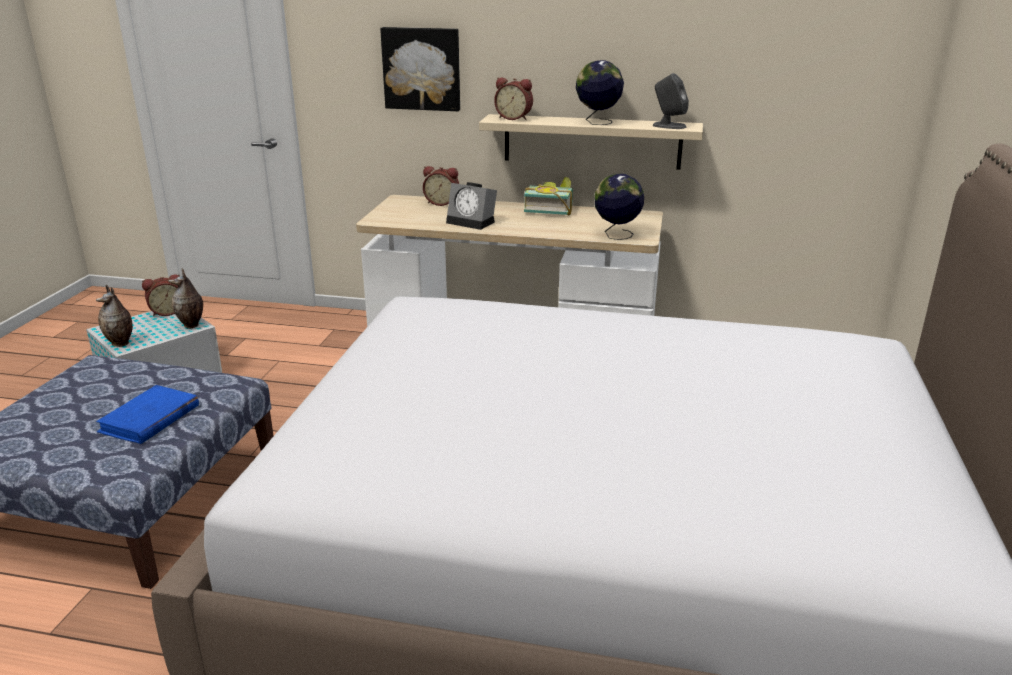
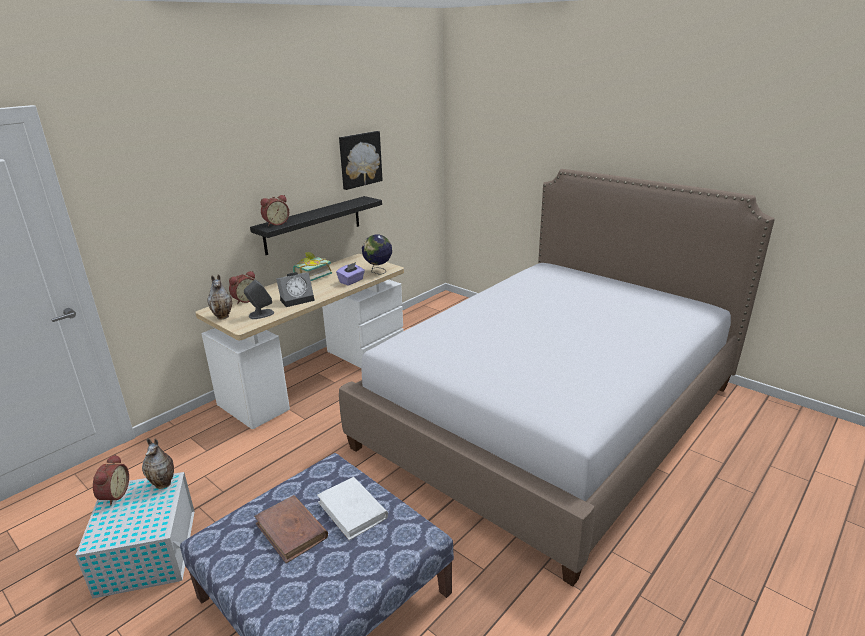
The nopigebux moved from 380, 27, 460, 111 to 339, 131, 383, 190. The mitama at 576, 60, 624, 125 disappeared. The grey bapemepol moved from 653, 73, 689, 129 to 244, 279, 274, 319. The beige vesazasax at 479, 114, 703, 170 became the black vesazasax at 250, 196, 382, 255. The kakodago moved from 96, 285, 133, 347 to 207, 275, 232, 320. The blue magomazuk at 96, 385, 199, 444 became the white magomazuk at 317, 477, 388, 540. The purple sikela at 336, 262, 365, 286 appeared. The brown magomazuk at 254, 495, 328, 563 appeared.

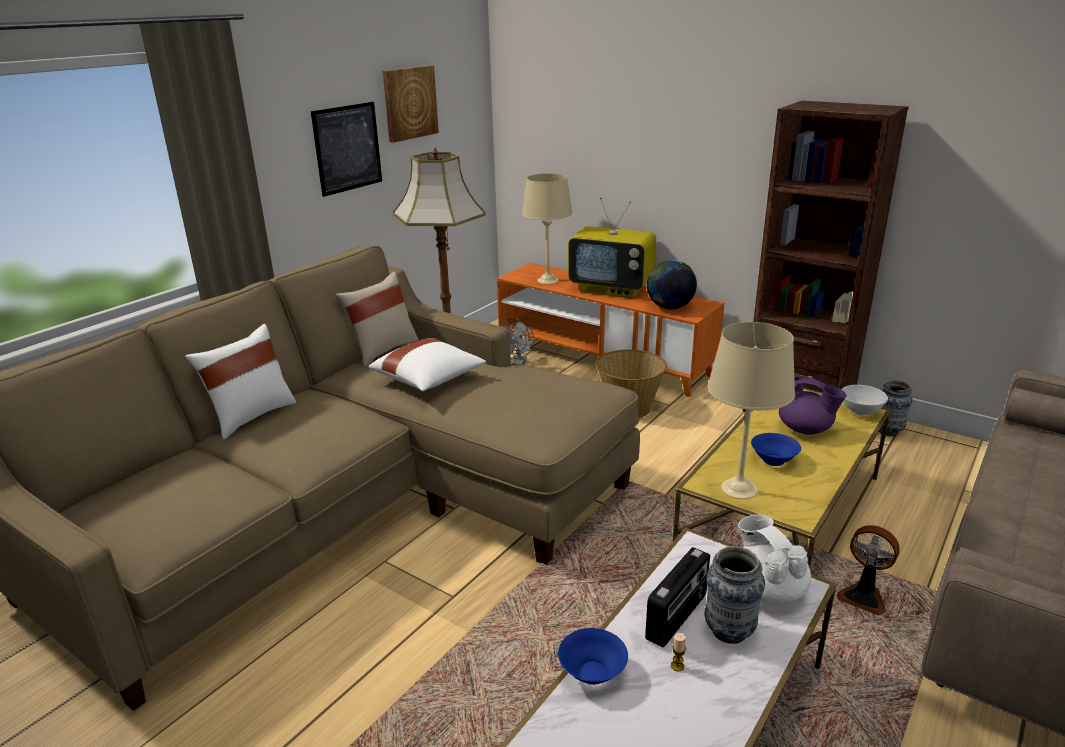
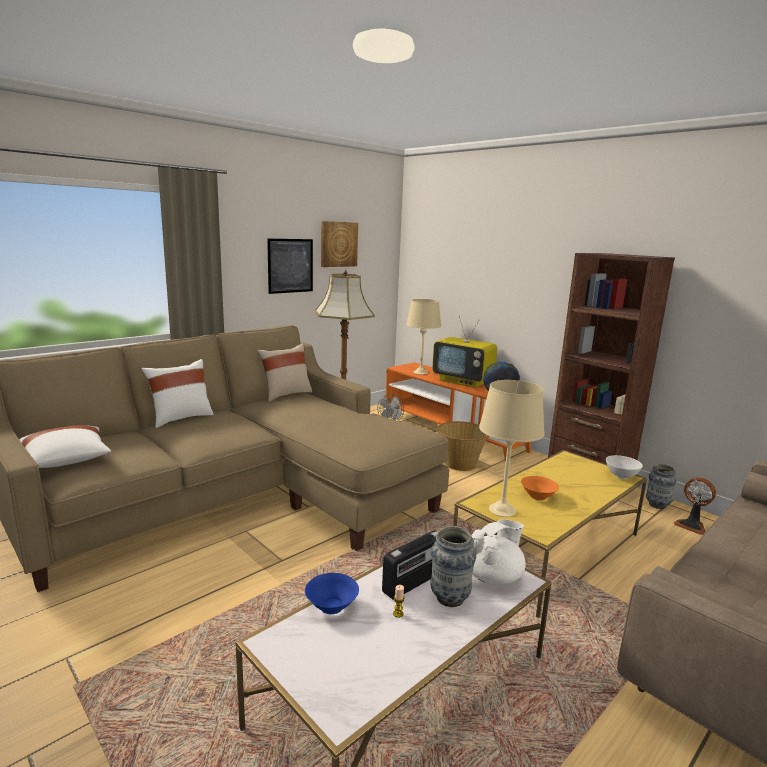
The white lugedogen moved from 368, 338, 486, 392 to 19, 425, 111, 468. The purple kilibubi at 779, 378, 847, 435 disappeared. The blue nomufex at 751, 433, 801, 466 became the orange nomufex at 521, 476, 559, 501. The white kilibubi at 738, 515, 811, 605 turned 60 degrees clockwise. The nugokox moved from 837, 525, 900, 615 to 673, 477, 716, 535.

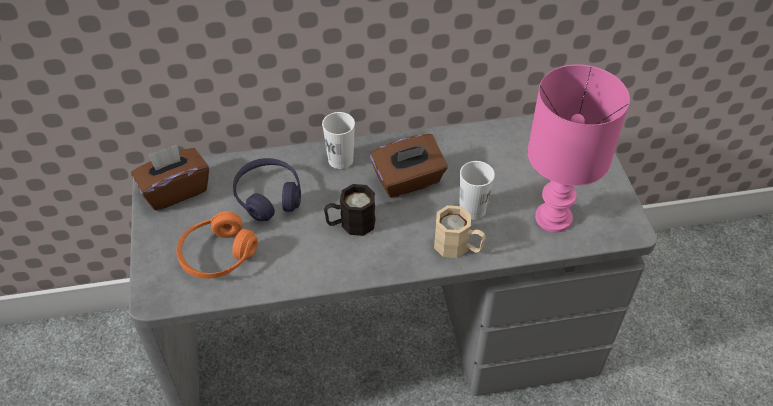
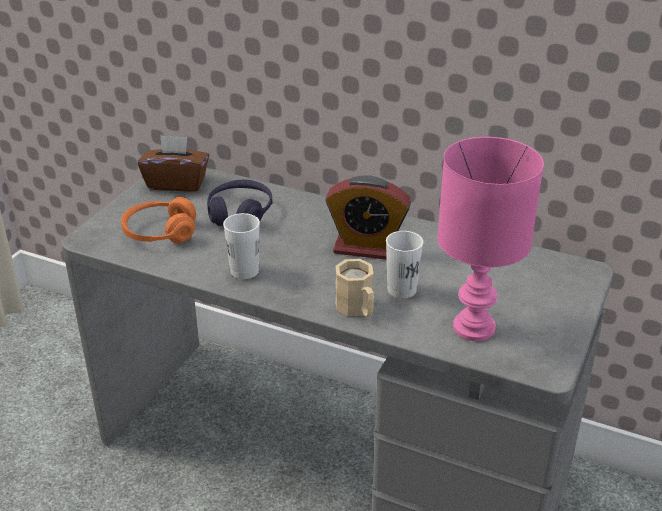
The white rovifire moved from 322, 112, 355, 169 to 223, 213, 260, 279. The brown sikela at 370, 134, 448, 198 was replaced by the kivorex at 325, 175, 411, 260. The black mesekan at 324, 184, 376, 236 disappeared.

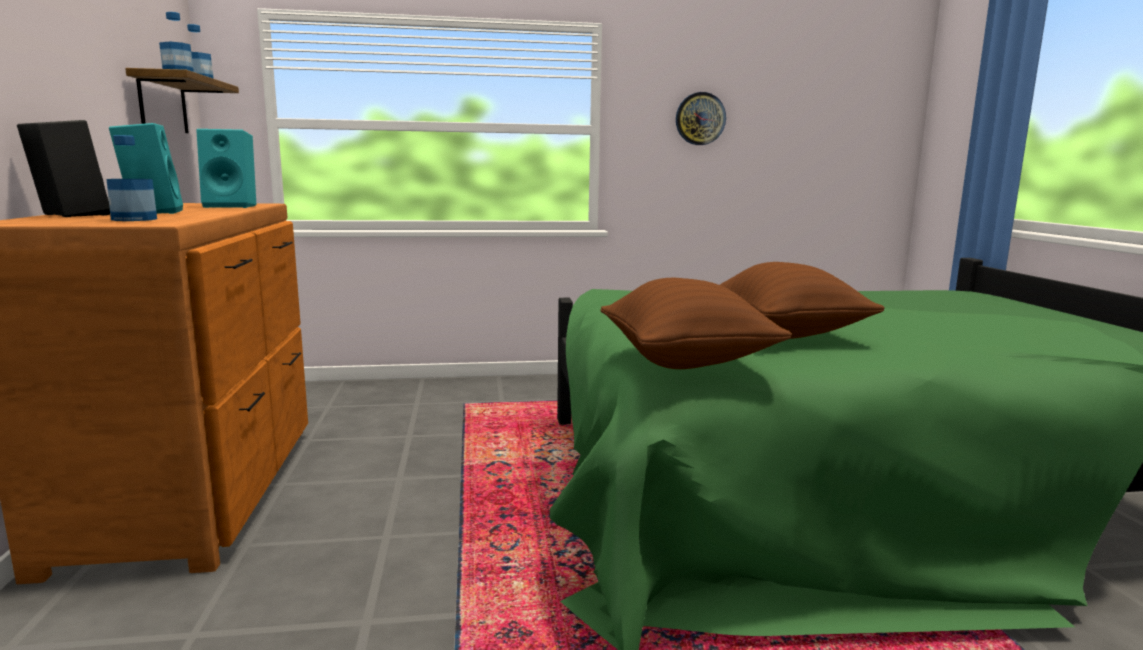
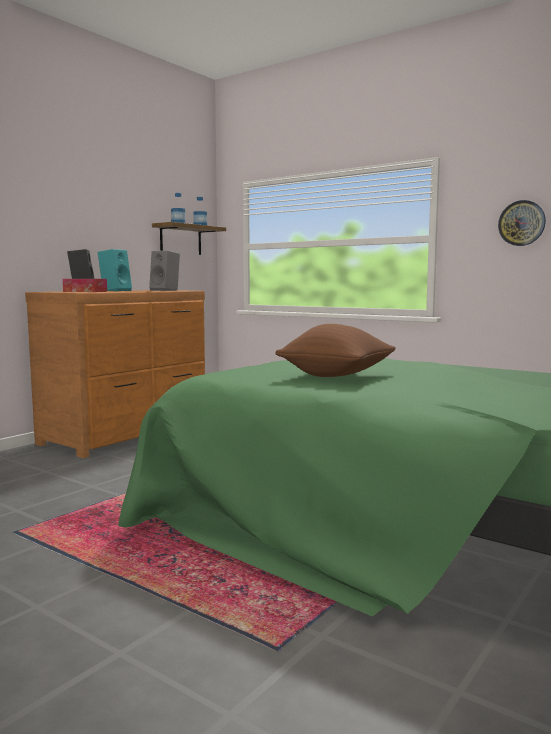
The turquoise bapemepol at 196, 129, 256, 208 became the grey bapemepol at 149, 251, 180, 291. The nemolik at 107, 135, 157, 221 was replaced by the sikela at 62, 279, 107, 292. The brown lugedogen at 600, 278, 792, 369 disappeared.

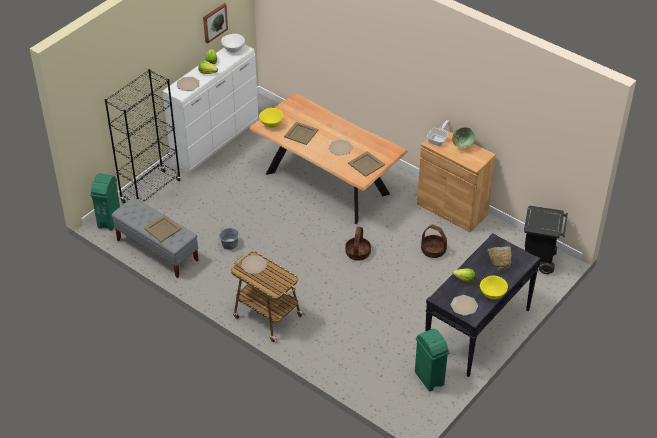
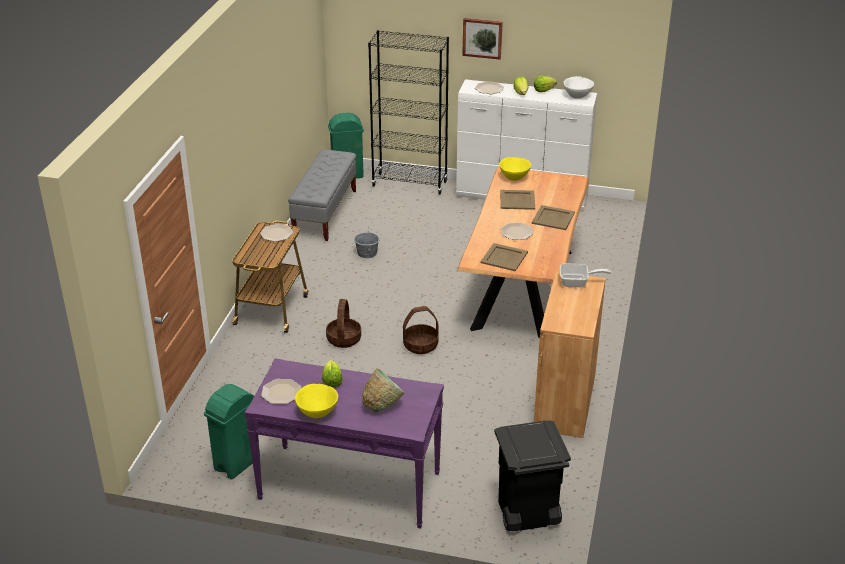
The nopigebux moved from 203, 3, 228, 44 to 462, 18, 503, 59. The green nomufex at 452, 127, 475, 148 disappeared. The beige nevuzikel moved from 144, 215, 182, 242 to 532, 205, 575, 230. The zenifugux moved from 421, 225, 447, 258 to 326, 299, 361, 348. The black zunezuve at 425, 233, 540, 377 became the purple zunezuve at 245, 358, 444, 529.

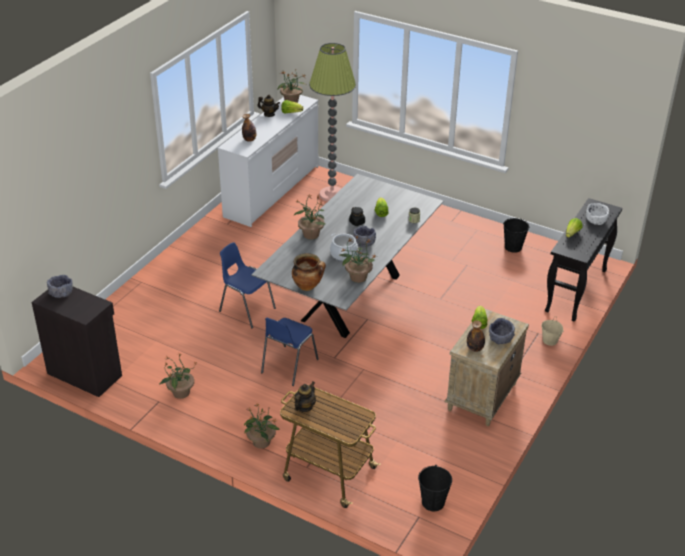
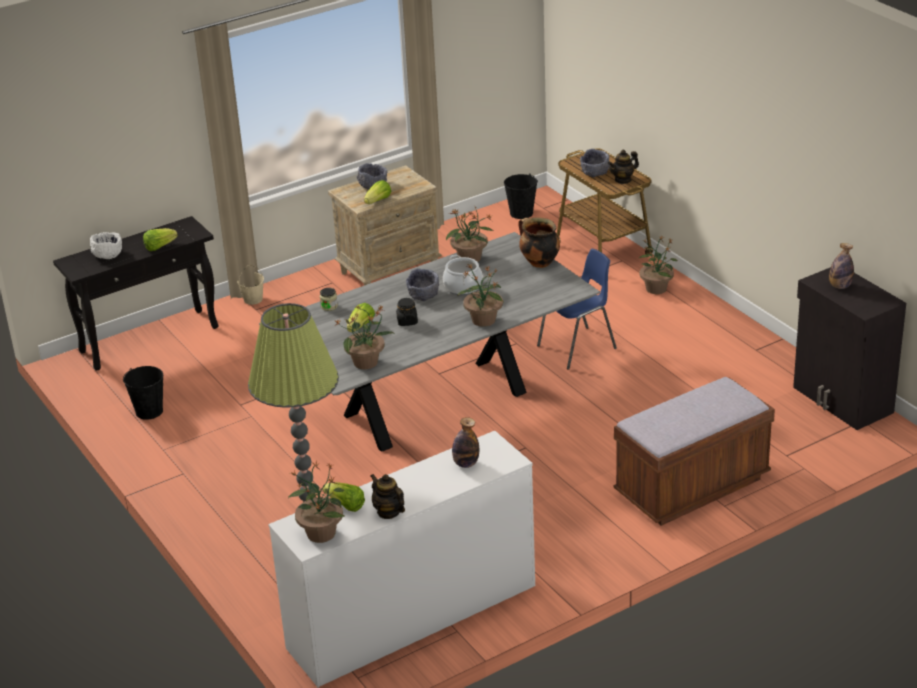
The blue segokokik at 219, 242, 276, 328 disappeared. The grey nomufex moved from 47, 275, 73, 298 to 580, 149, 610, 177. The nemolik moved from 467, 320, 485, 352 to 829, 243, 854, 289. The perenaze moved from 160, 354, 196, 399 to 334, 304, 395, 369. The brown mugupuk at 614, 377, 775, 526 appeared.

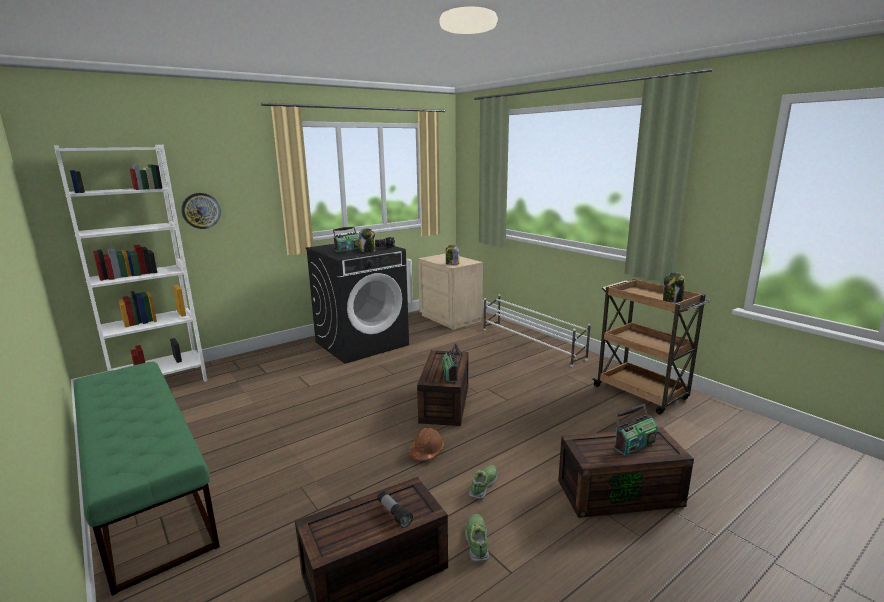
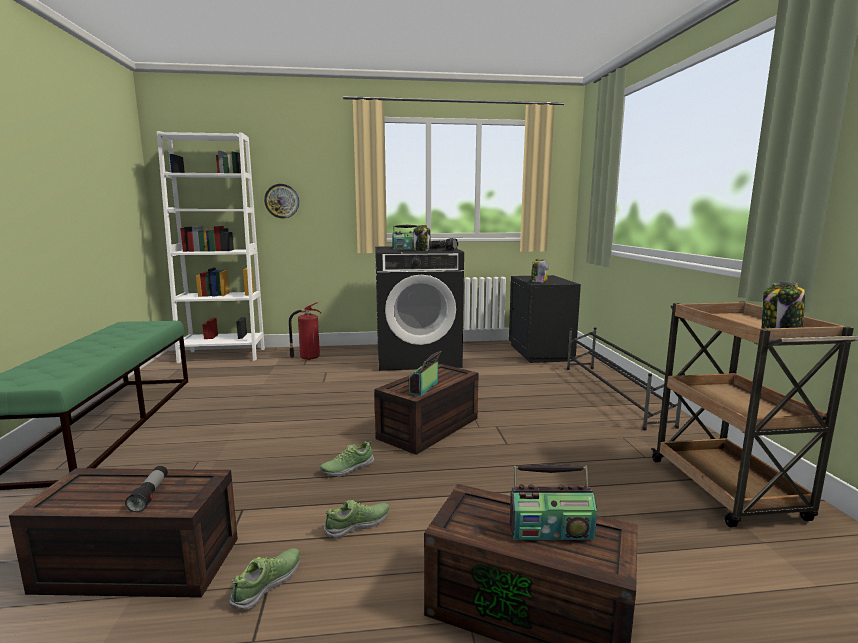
The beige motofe at 418, 254, 483, 330 became the black motofe at 509, 275, 581, 363. The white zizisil at 483, 295, 591, 367 became the black zizisil at 567, 327, 685, 430. The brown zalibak at 410, 428, 444, 461 was replaced by the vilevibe at 320, 441, 374, 477. The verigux at 289, 302, 321, 360 appeared.

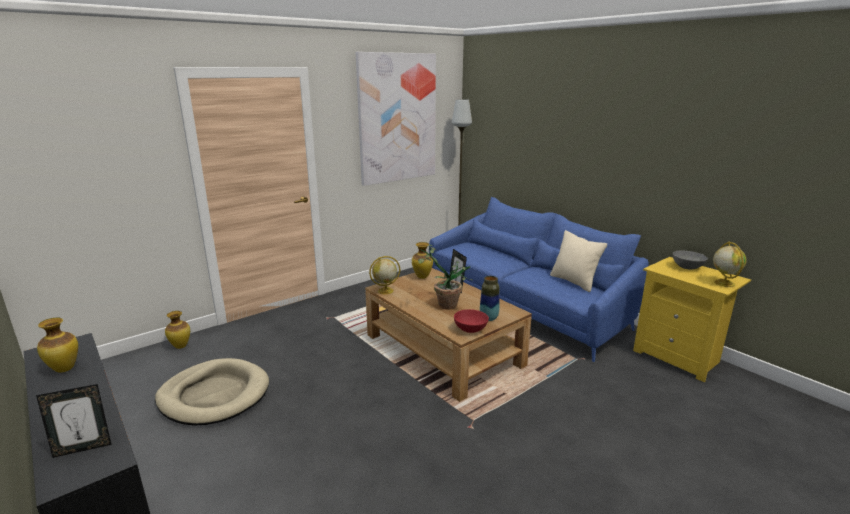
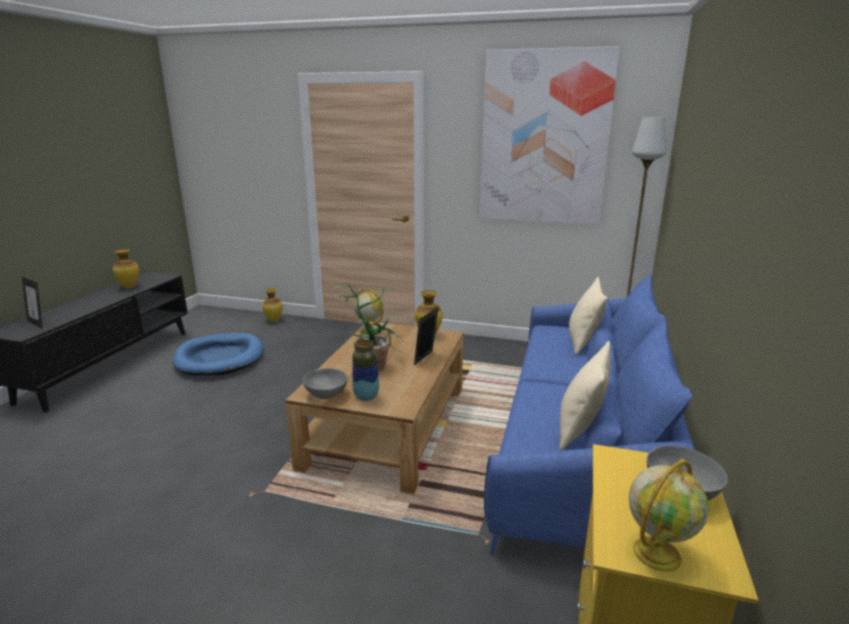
The red nomufex at 454, 309, 489, 333 became the grey nomufex at 302, 368, 348, 399. The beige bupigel at 155, 358, 269, 426 became the blue bupigel at 173, 333, 263, 376. The beige lugedogen at 569, 277, 607, 355 appeared.

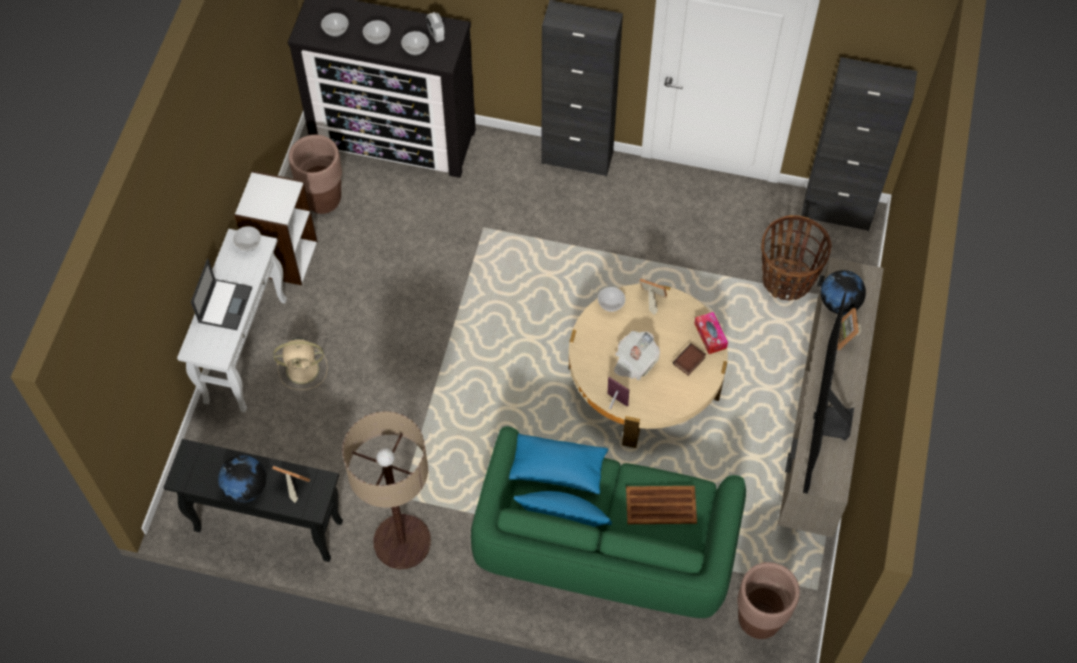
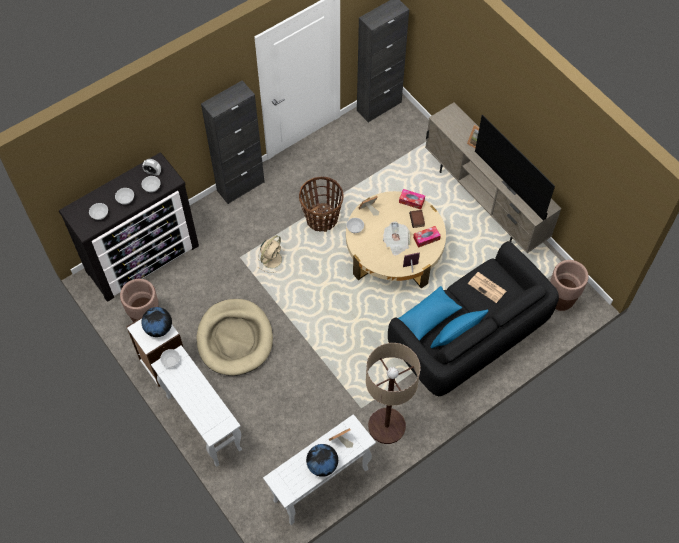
The zenifugux moved from 761, 215, 832, 300 to 299, 177, 343, 232. The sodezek at 191, 259, 252, 330 disappeared. The mitama moved from 821, 270, 866, 315 to 141, 307, 172, 337. The beige nugokox moved from 273, 338, 328, 390 to 258, 235, 282, 273. The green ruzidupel at 471, 426, 746, 618 became the black ruzidupel at 388, 241, 559, 396. The black zunezuve at 163, 439, 343, 562 became the white zunezuve at 263, 414, 376, 525. The brown nevuzikel at 626, 486, 697, 524 was replaced by the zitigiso at 468, 272, 506, 303. The sikela at 413, 226, 441, 248 appeared. The beige bupigel at 197, 299, 273, 376 appeared.

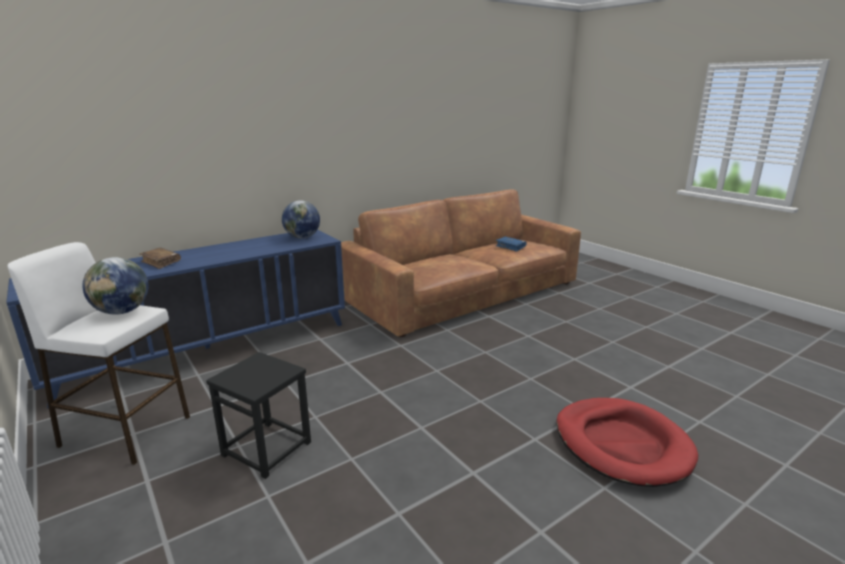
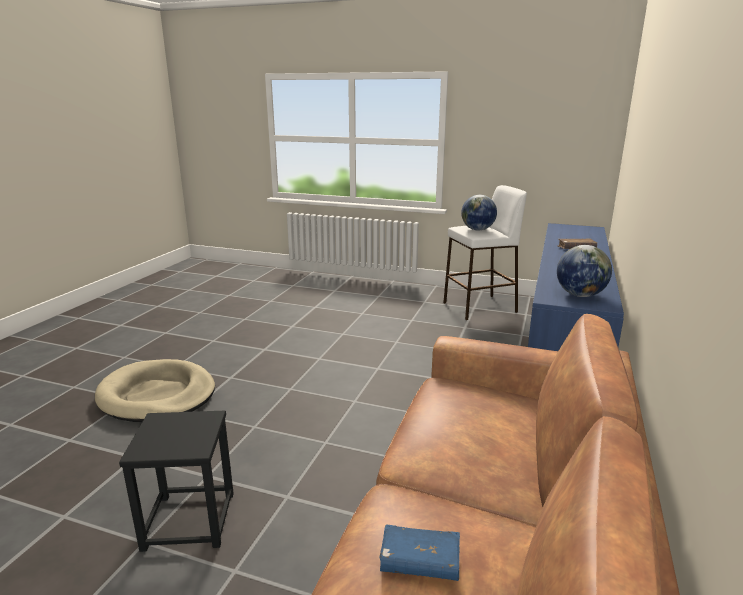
The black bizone moved from 206, 352, 311, 479 to 119, 411, 234, 552. The red bupigel at 556, 398, 698, 487 became the beige bupigel at 95, 359, 215, 422.

